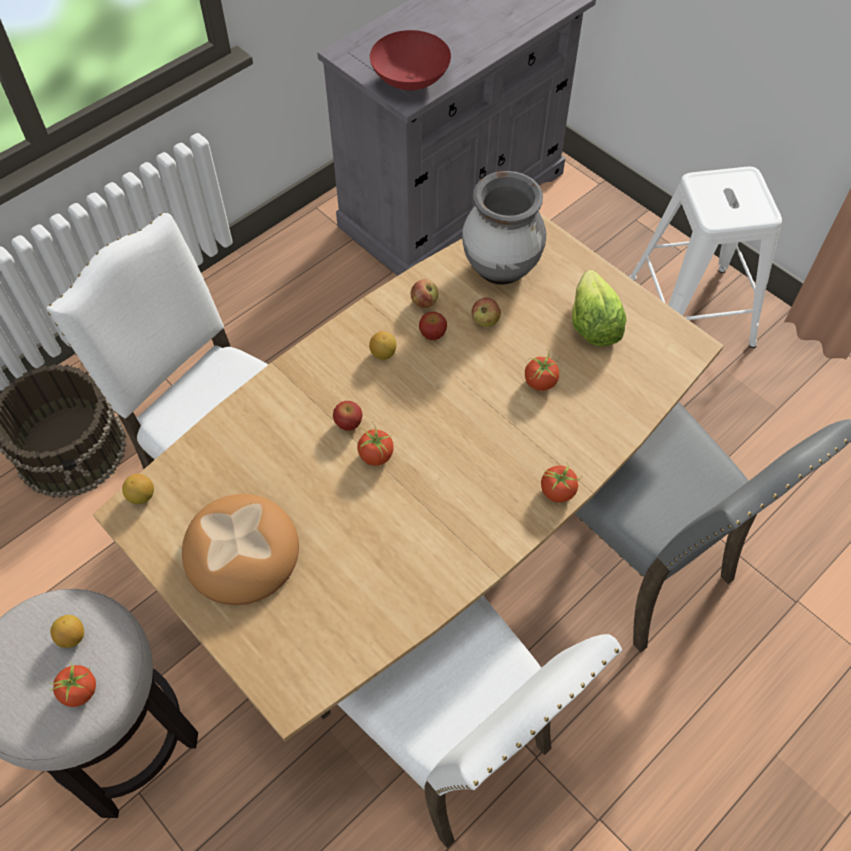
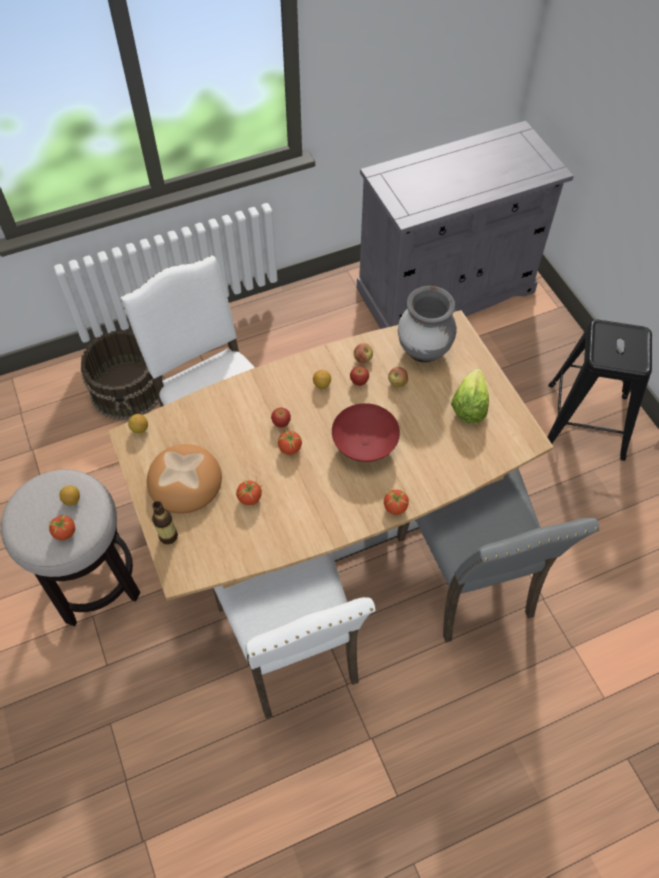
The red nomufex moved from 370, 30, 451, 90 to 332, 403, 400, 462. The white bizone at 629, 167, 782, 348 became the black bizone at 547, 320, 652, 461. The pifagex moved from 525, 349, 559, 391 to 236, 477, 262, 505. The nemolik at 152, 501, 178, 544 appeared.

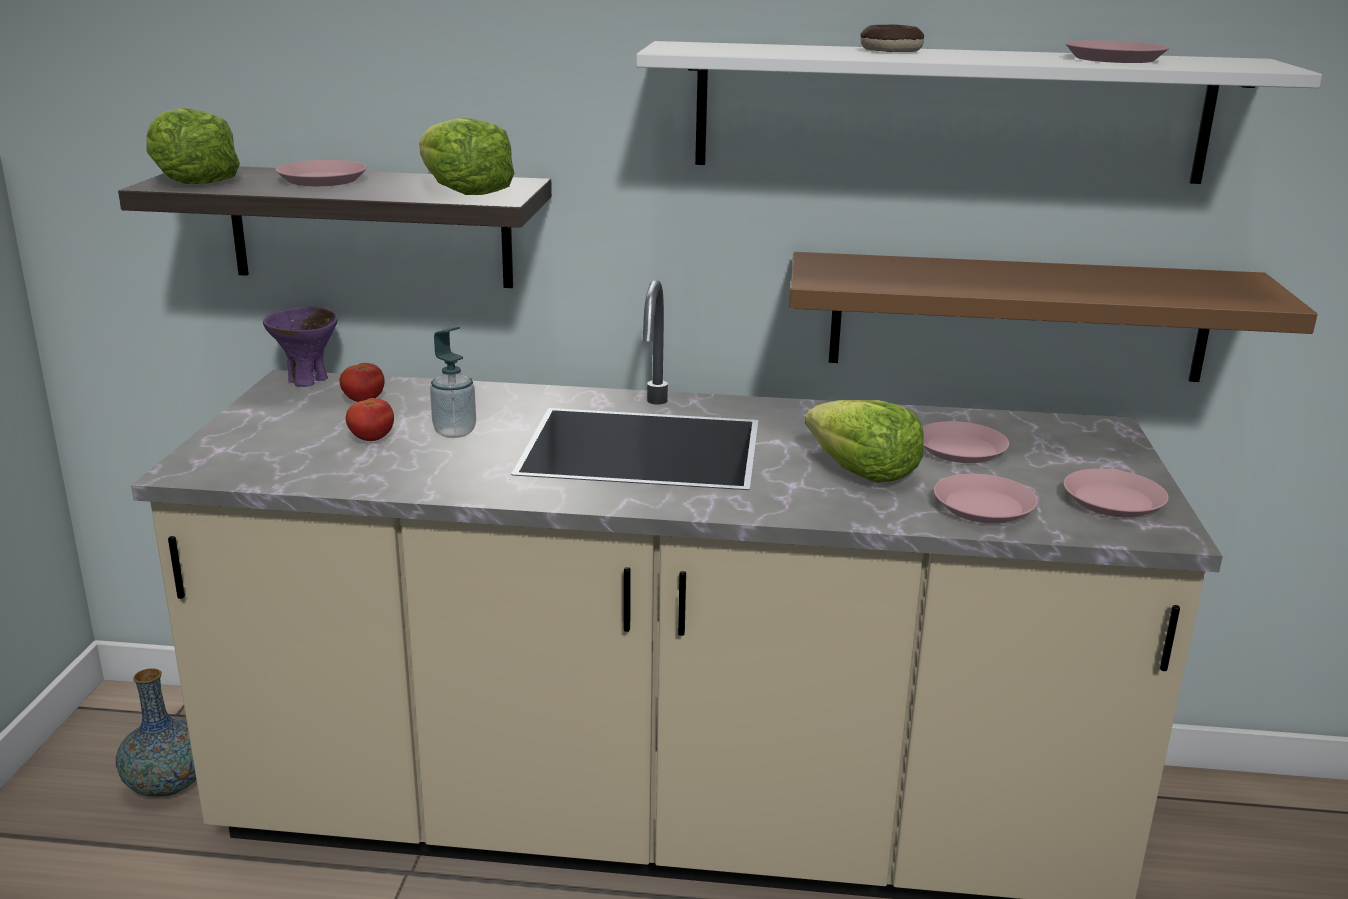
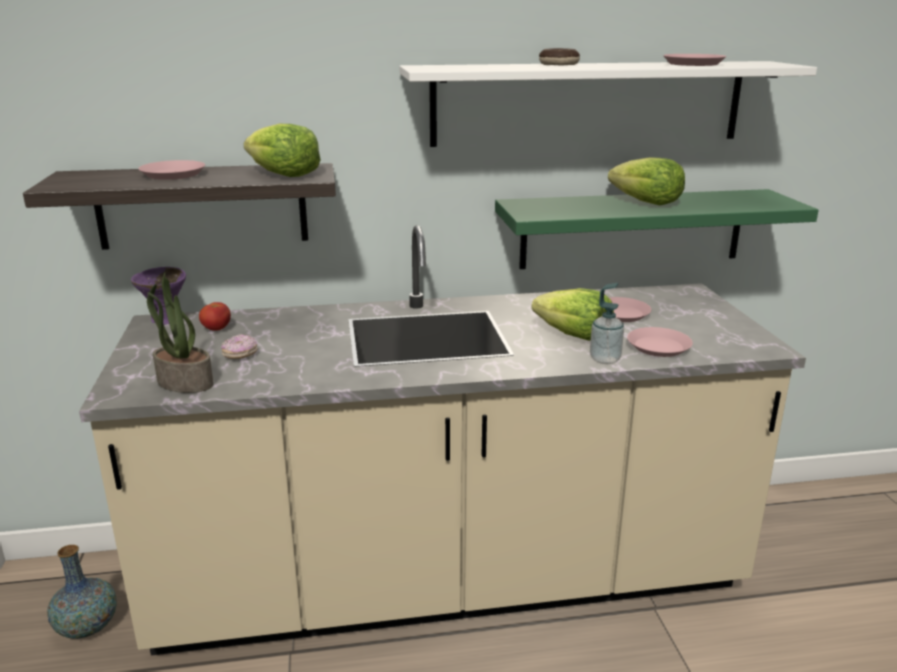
The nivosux moved from 146, 108, 240, 184 to 608, 157, 685, 205. The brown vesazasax at 789, 252, 1317, 382 became the green vesazasax at 495, 189, 819, 269. The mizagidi moved from 430, 327, 476, 438 to 590, 283, 624, 364. The pifagex at 346, 398, 394, 441 was replaced by the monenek at 221, 334, 258, 359. The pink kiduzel at 1064, 469, 1169, 518 disappeared. The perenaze at 147, 273, 214, 393 appeared.

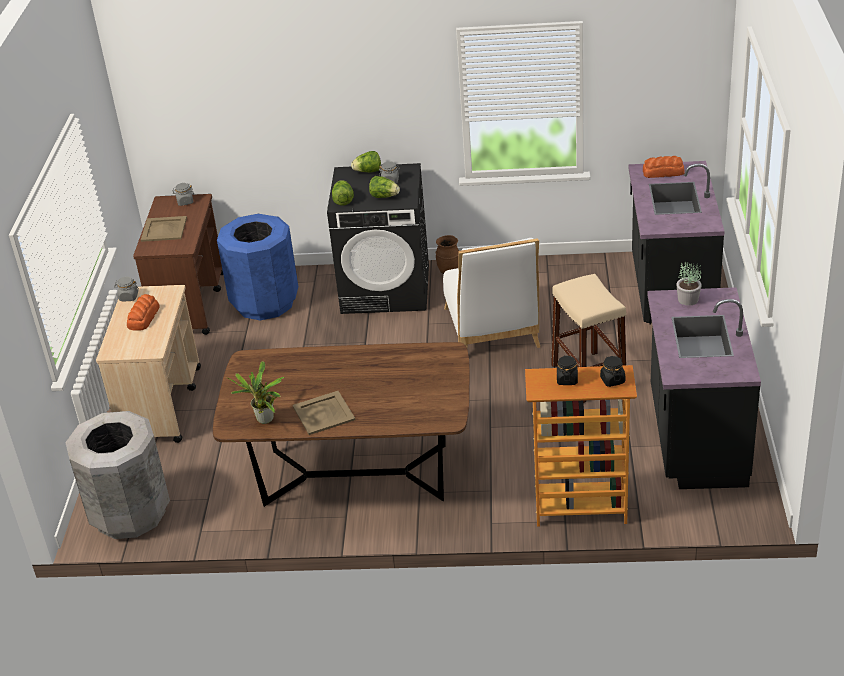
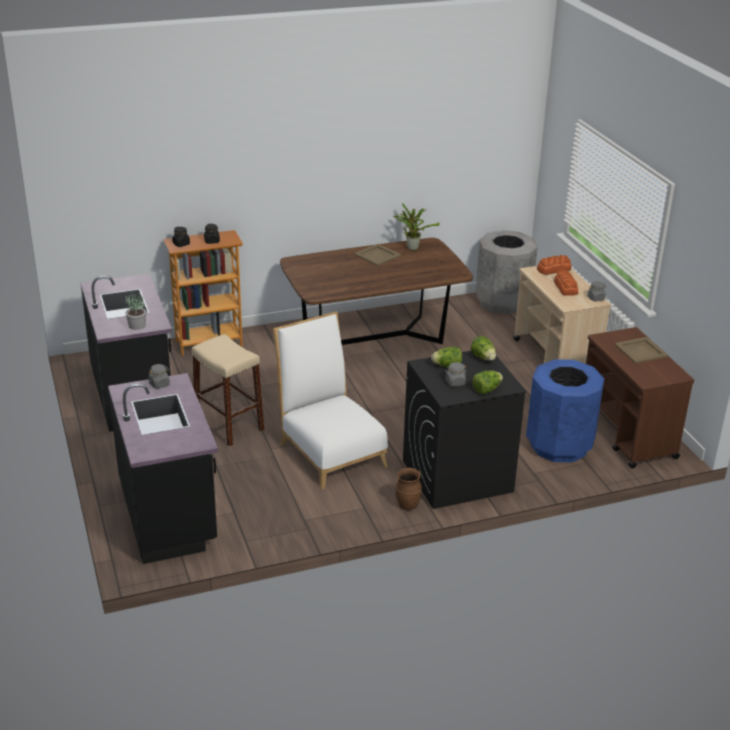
The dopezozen moved from 643, 156, 685, 178 to 537, 255, 572, 275. The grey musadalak moved from 172, 183, 194, 206 to 148, 364, 170, 389.

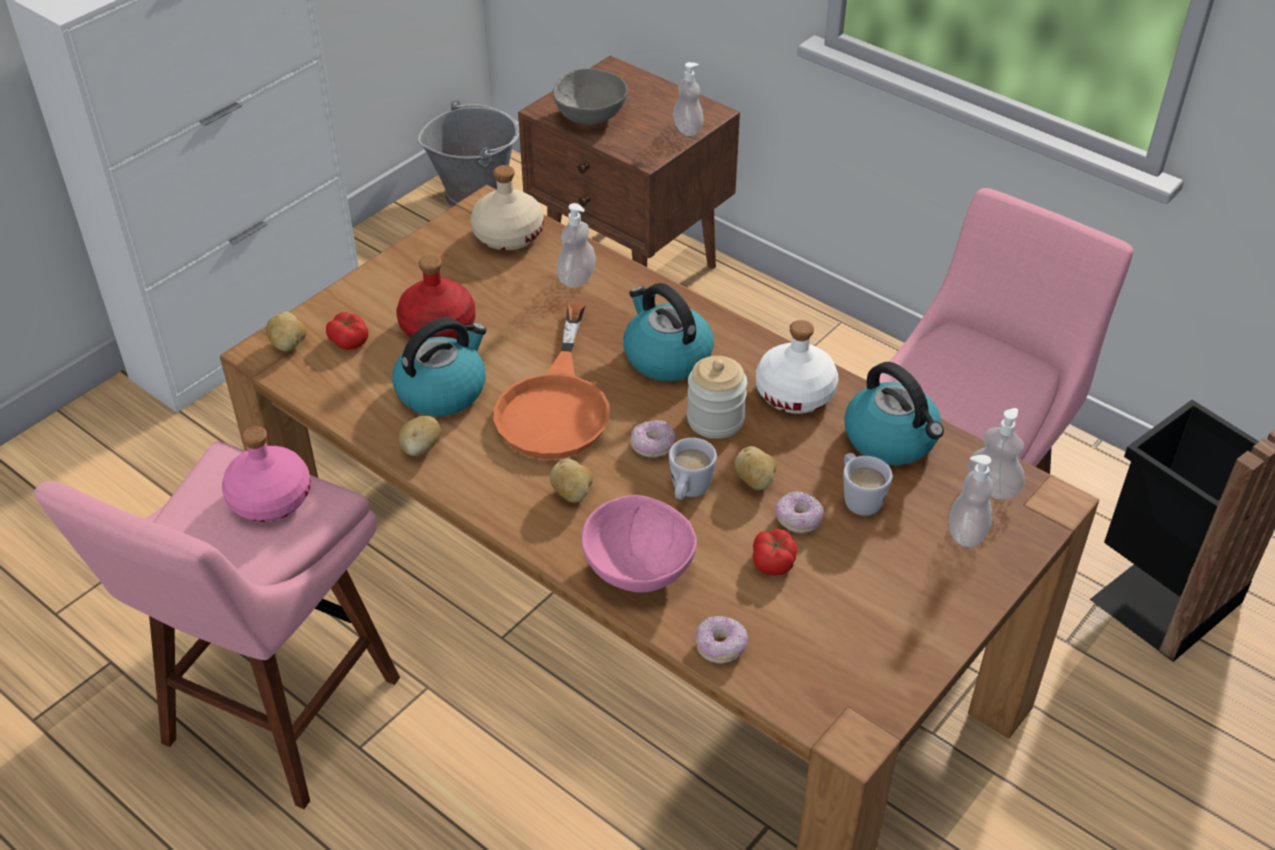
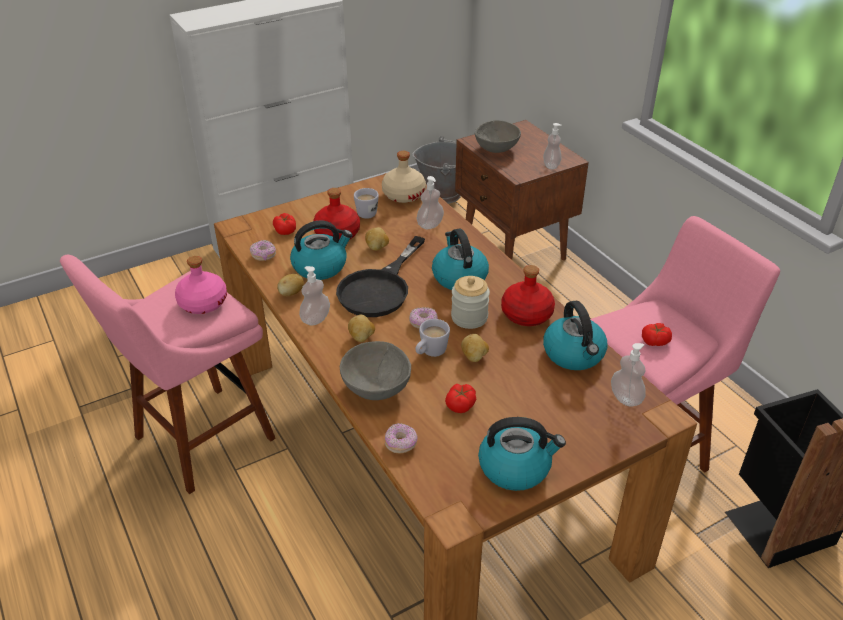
The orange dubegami at 493, 303, 610, 459 became the black dubegami at 336, 236, 425, 317. The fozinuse moved from 266, 312, 307, 351 to 365, 227, 389, 251. The white nemolik at 756, 320, 838, 413 became the red nemolik at 501, 265, 555, 326. The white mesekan moved from 843, 453, 892, 516 to 354, 188, 379, 219. The mizagidi moved from 949, 455, 993, 547 to 299, 266, 330, 326. The monenek moved from 775, 491, 824, 533 to 250, 240, 276, 261. The pink nomufex at 582, 495, 697, 592 became the grey nomufex at 340, 341, 411, 400. The pifagex at 642, 323, 672, 346 appeared. The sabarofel at 478, 417, 566, 491 appeared.

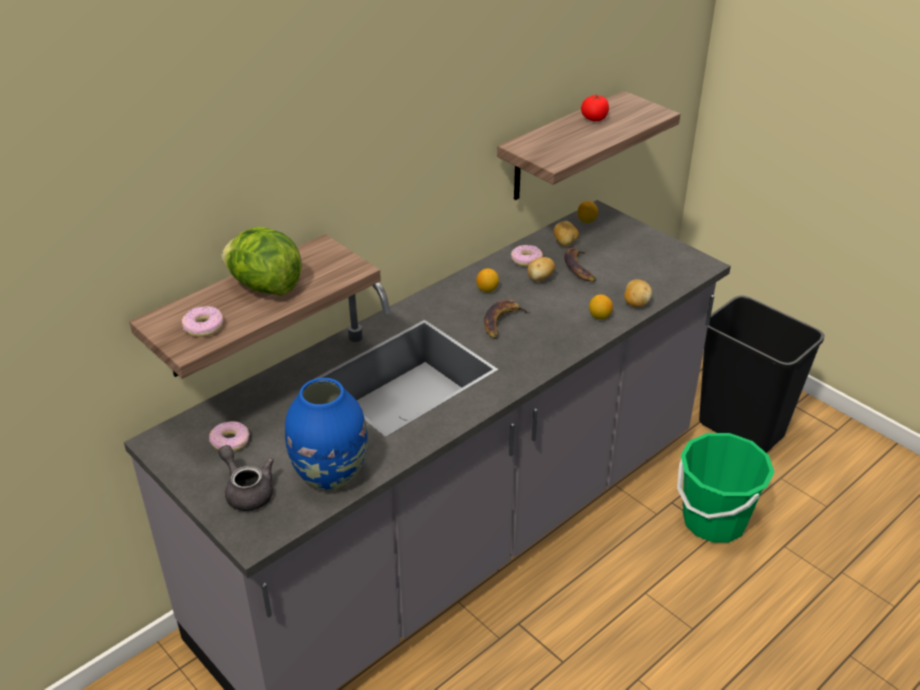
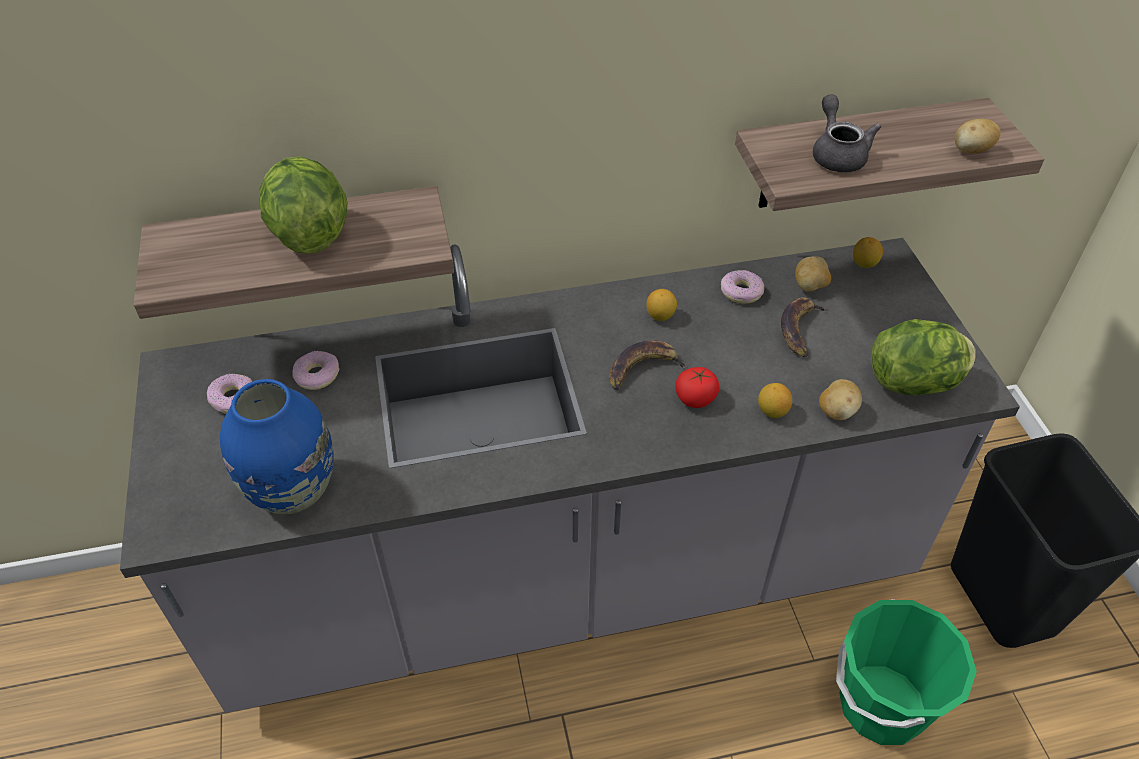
The pifagex moved from 581, 95, 609, 121 to 675, 367, 720, 408. The fozinuse moved from 527, 257, 555, 281 to 955, 119, 1001, 153. The monenek moved from 182, 306, 223, 337 to 292, 351, 339, 390. The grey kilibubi moved from 218, 445, 274, 511 to 813, 94, 881, 172. The nivosux at 871, 319, 976, 395 appeared.

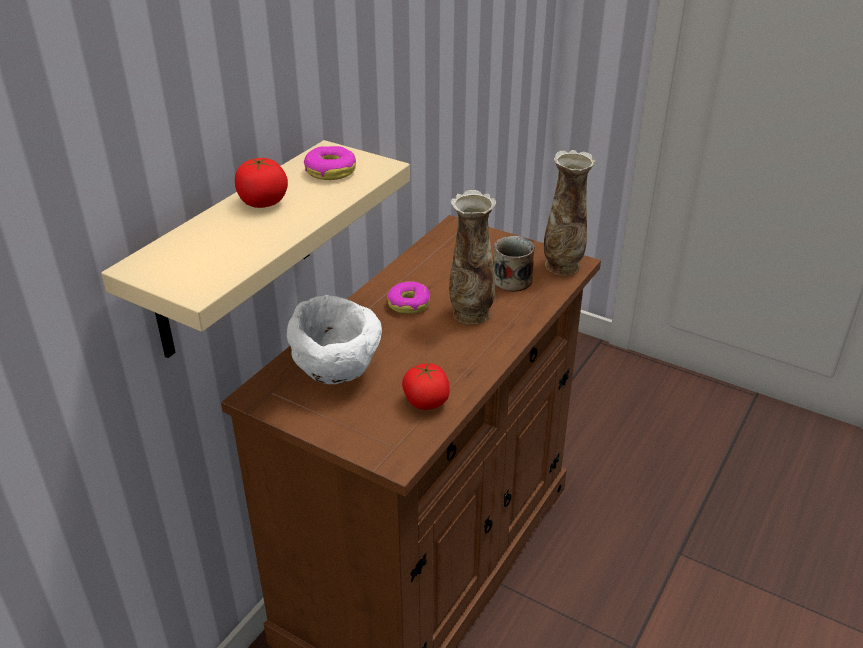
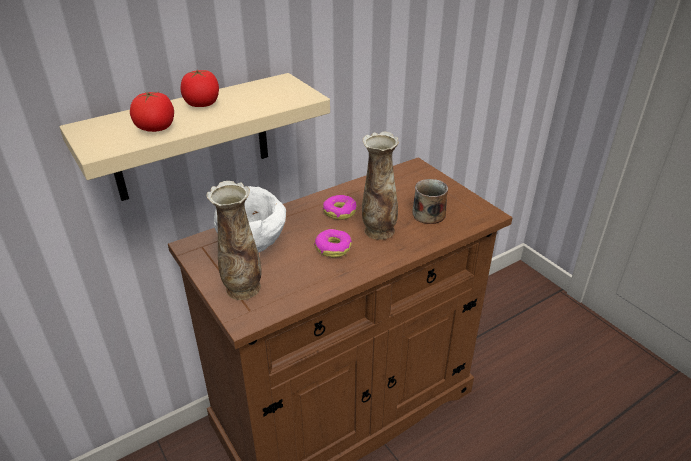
The monenek moved from 304, 146, 356, 180 to 315, 229, 352, 257. The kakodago moved from 544, 150, 595, 276 to 206, 181, 262, 300. The pifagex moved from 402, 363, 450, 410 to 130, 91, 174, 132.

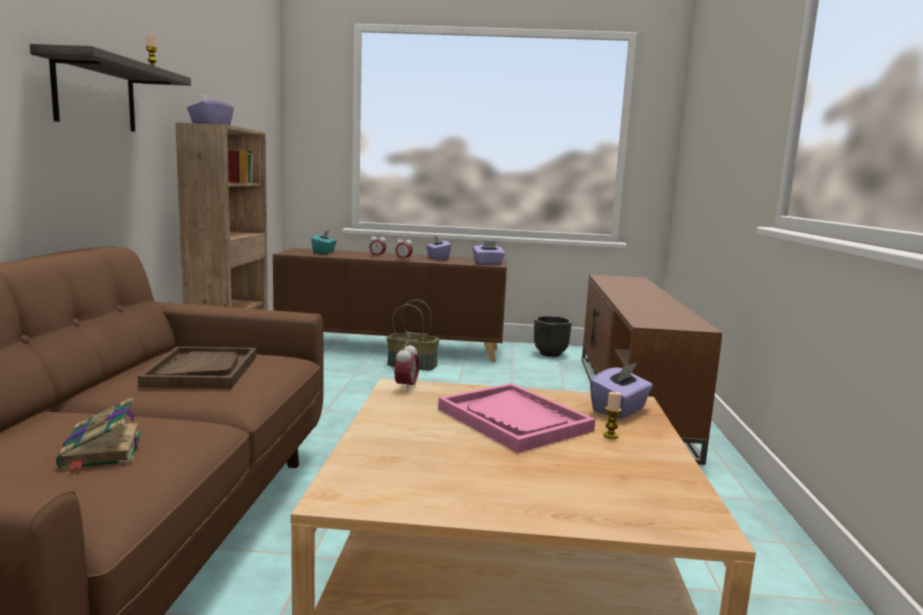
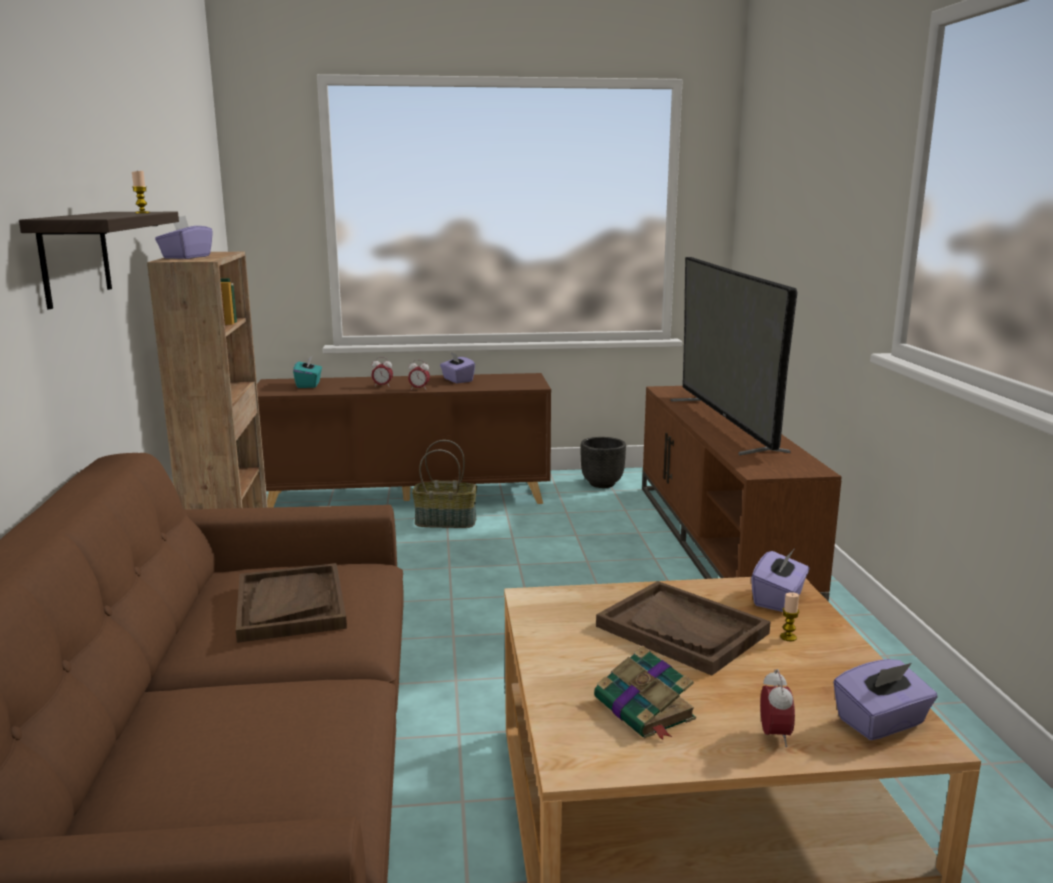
The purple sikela moved from 472, 241, 505, 265 to 834, 659, 937, 740. The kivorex moved from 394, 341, 419, 392 to 760, 669, 795, 747. The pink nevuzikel at 438, 383, 595, 453 became the brown nevuzikel at 596, 581, 771, 676. The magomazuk moved from 56, 397, 141, 471 to 594, 645, 696, 740. The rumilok at 670, 257, 798, 455 appeared.

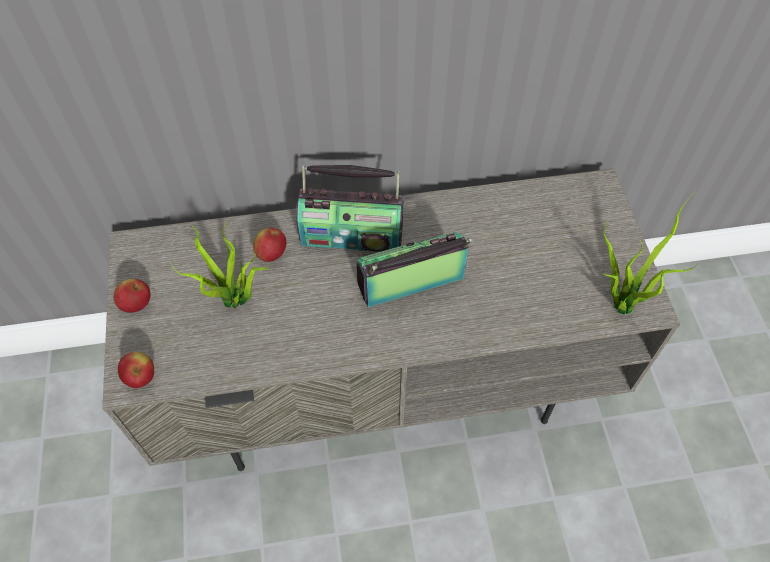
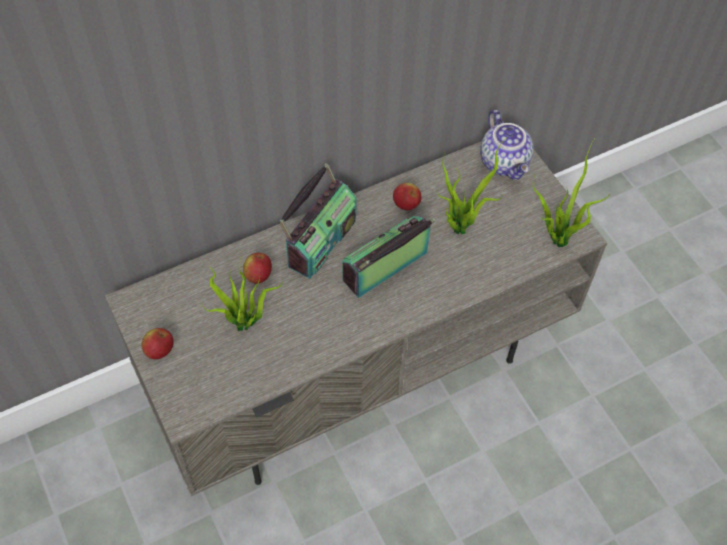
The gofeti at 296, 165, 403, 252 turned 45 degrees counterclockwise. The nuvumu moved from 118, 352, 154, 388 to 393, 183, 422, 210. The kilibubi at 480, 110, 533, 180 appeared. The perenaze at 437, 137, 507, 234 appeared.

